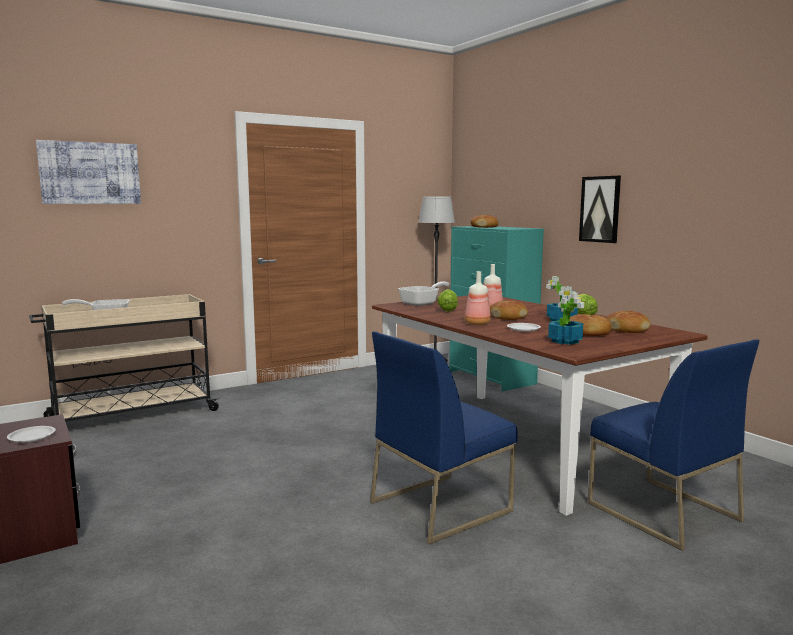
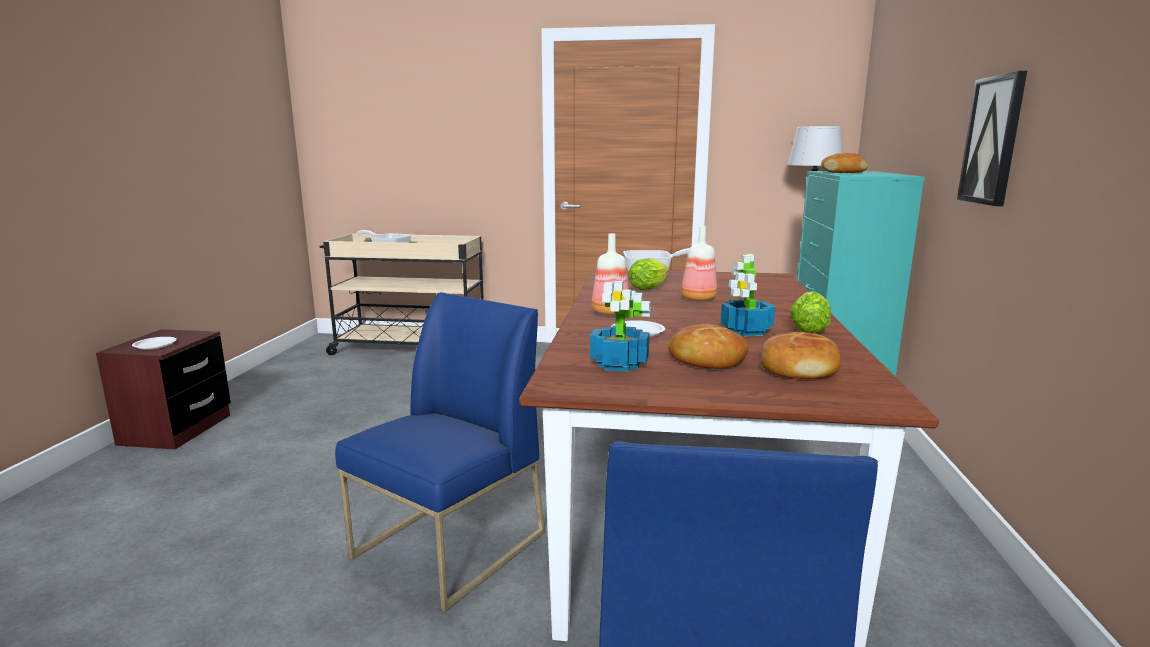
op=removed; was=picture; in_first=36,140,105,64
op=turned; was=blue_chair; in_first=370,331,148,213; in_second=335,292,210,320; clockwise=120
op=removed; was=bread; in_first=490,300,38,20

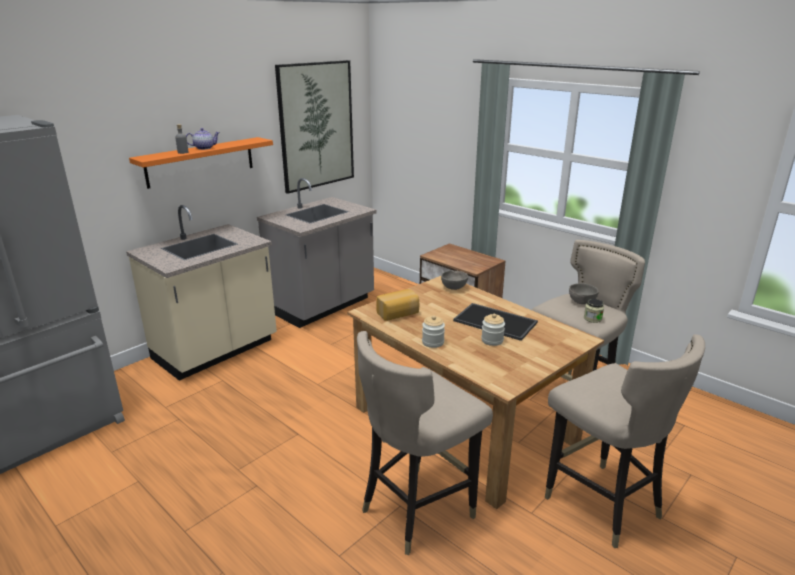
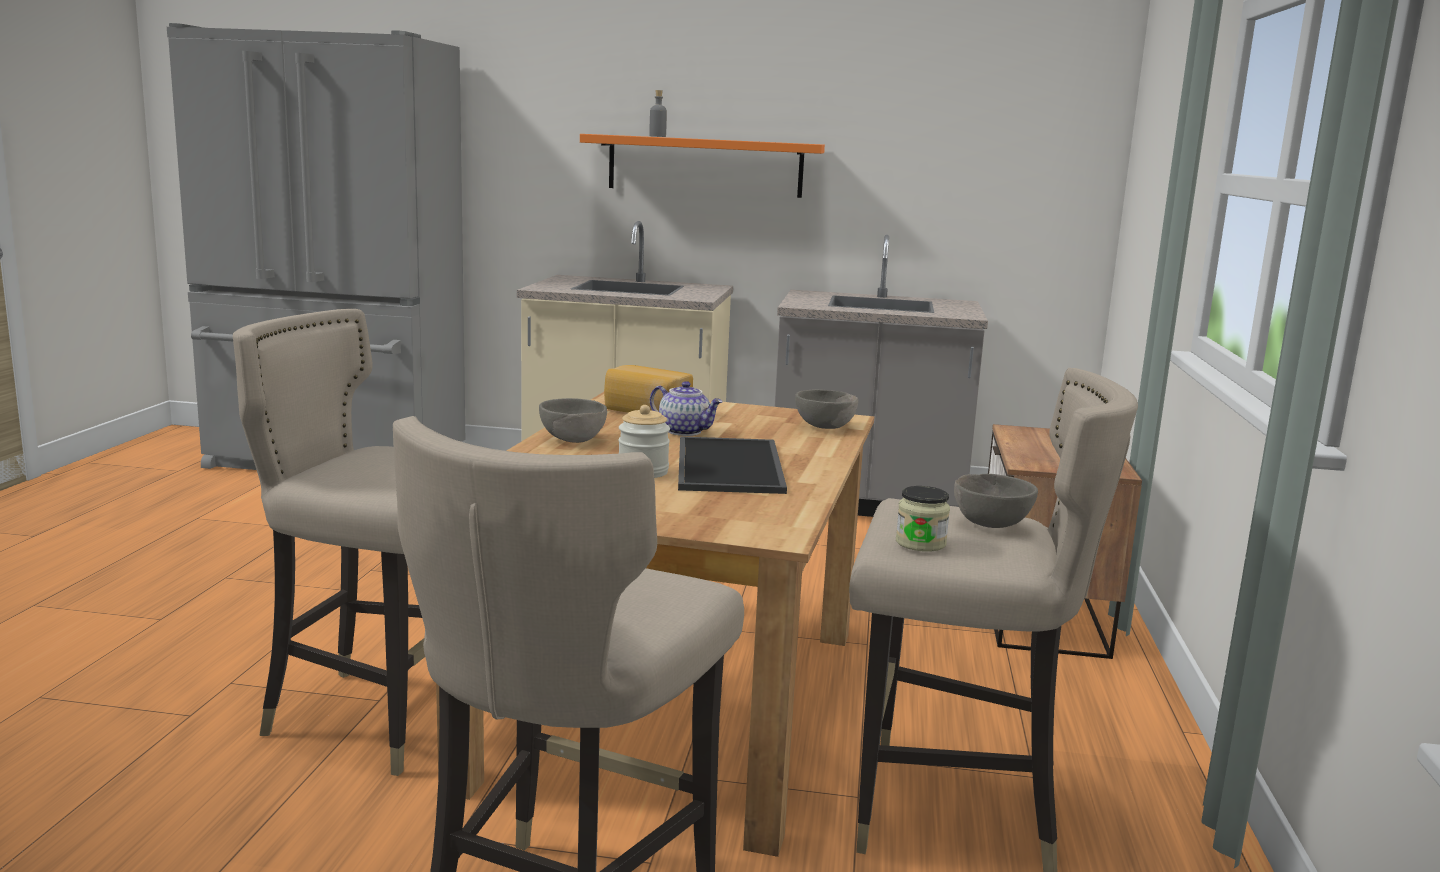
op=moved; was=teapot; in_first=186,128,34,22; in_second=650,381,73,55
op=removed; was=picture; in_first=275,60,79,134
op=replaced; was=jar; now=grey_bowl; in_first=422,315,23,33; in_second=539,398,68,45

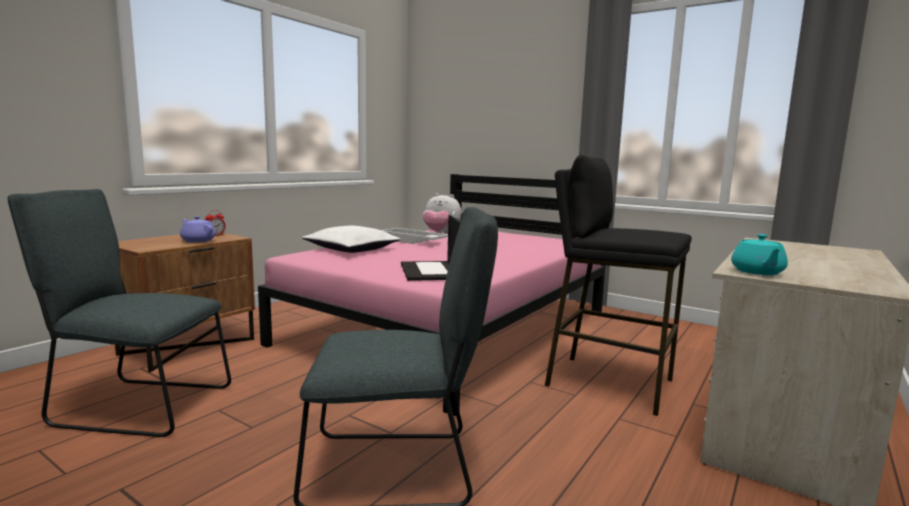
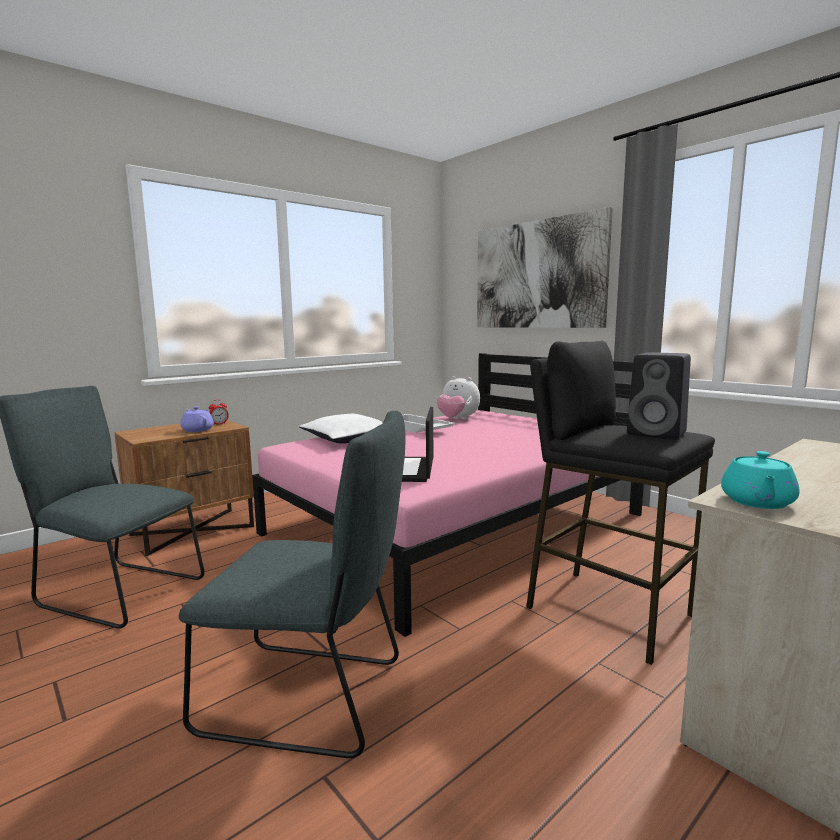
op=added; now=picture; in_second=477,207,136,121
op=added; now=black_speaker; in_second=627,352,64,88

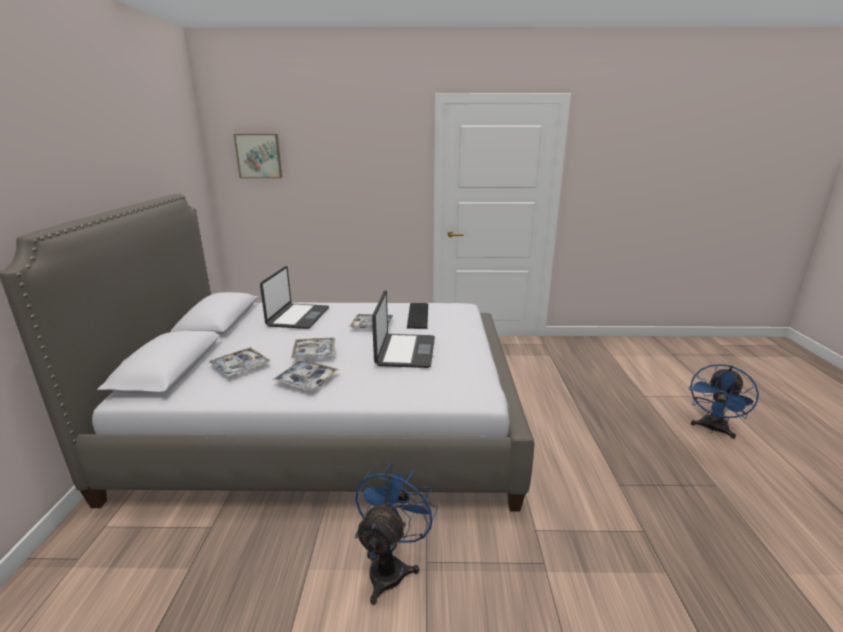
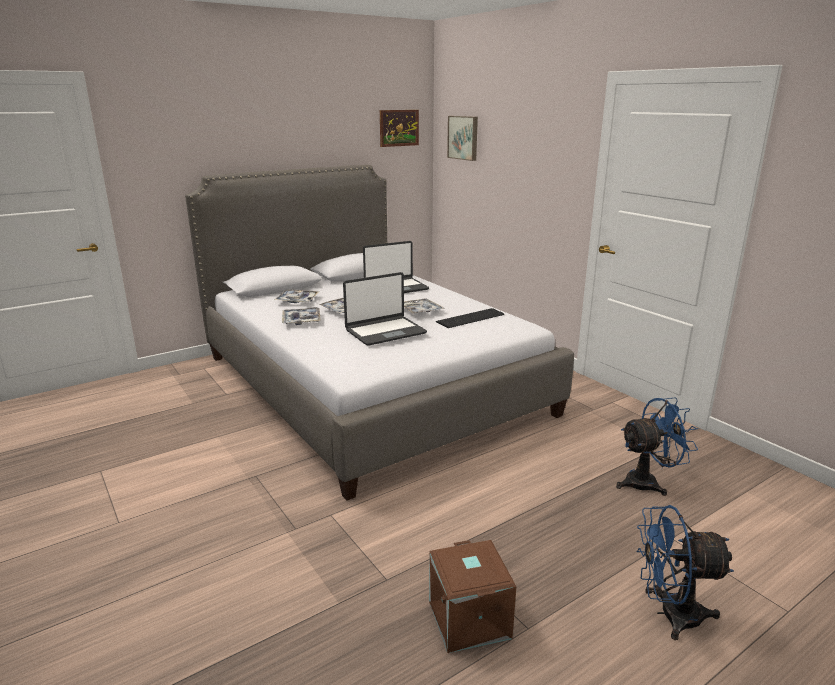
op=moved; was=blue_fan; in_first=355,463,82,142; in_second=616,397,82,99
op=added; now=picture; in_second=380,110,39,37
op=added; now=brown_storage_box; in_second=429,540,87,113

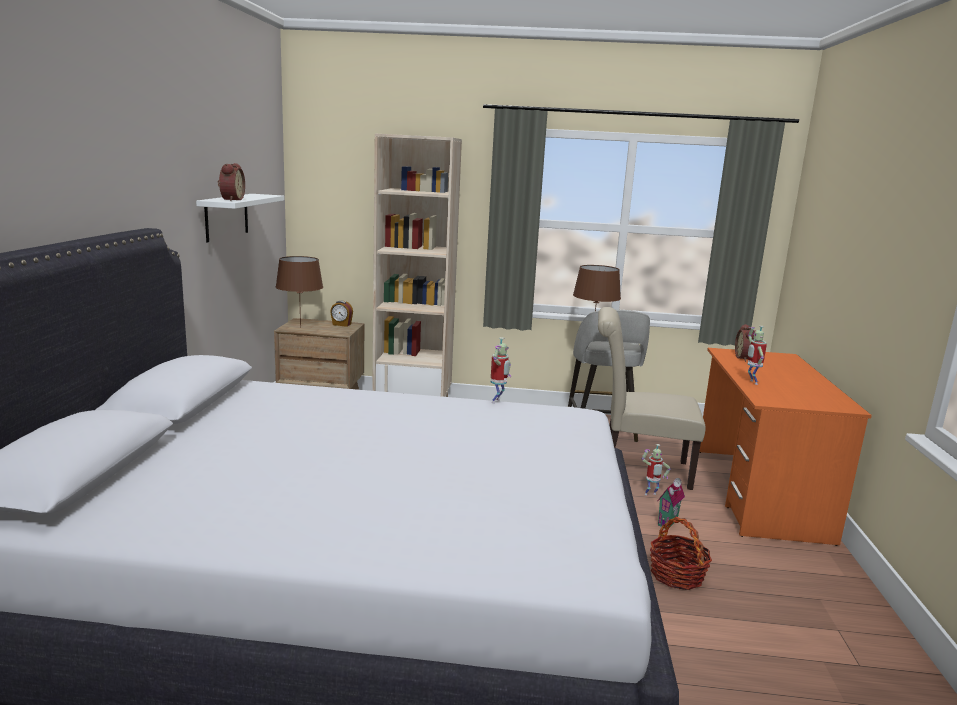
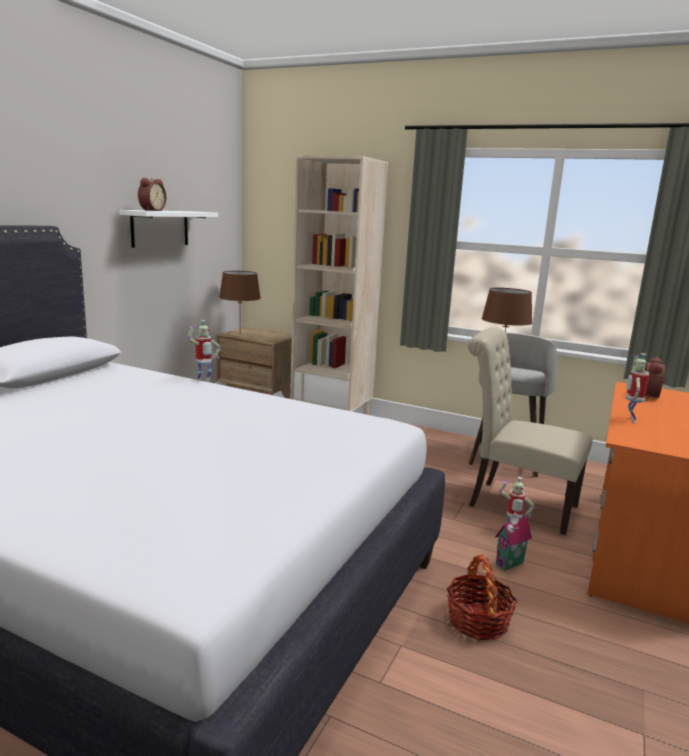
op=removed; was=alarm_clock; in_first=330,301,23,26
op=moved; was=toy_robot; in_first=490,337,21,67; in_second=187,320,34,61

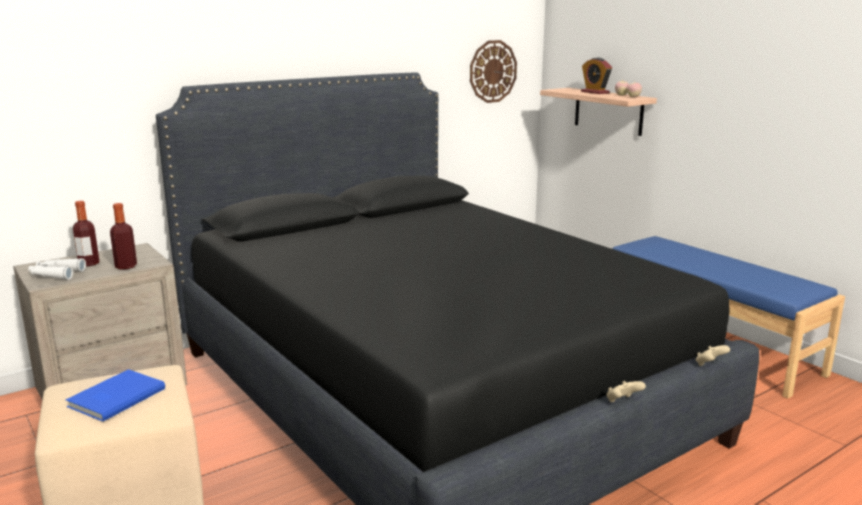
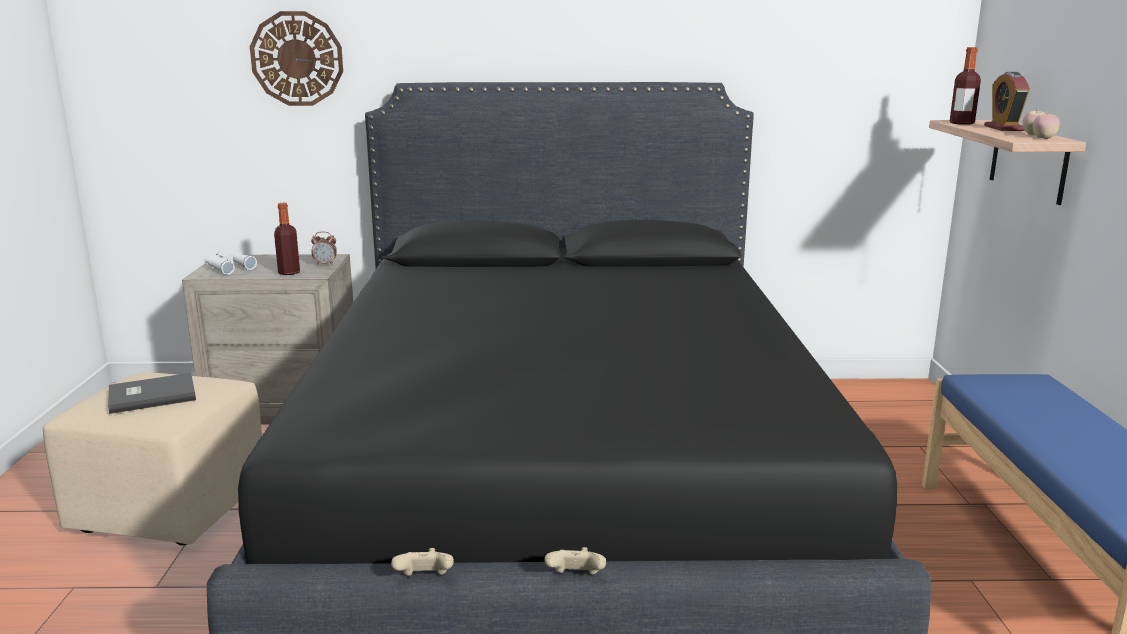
op=recoloured; was=blue_book; now=grey_book; in_first=66,369,99,52; in_second=108,373,88,41
op=moved; was=bottle; in_first=73,201,27,66; in_second=950,47,31,78
op=moved; was=wall_clock; in_first=470,40,47,63; in_second=250,11,93,95
op=moved; was=beige_game_controller; in_first=696,345,34,21; in_second=391,548,63,28
op=added; now=alarm_clock; in_second=311,232,26,34

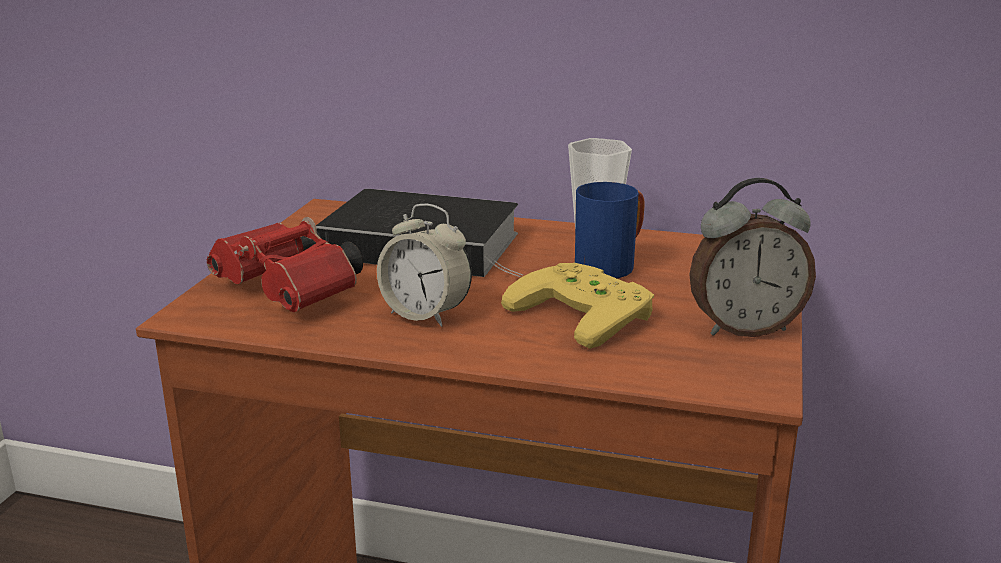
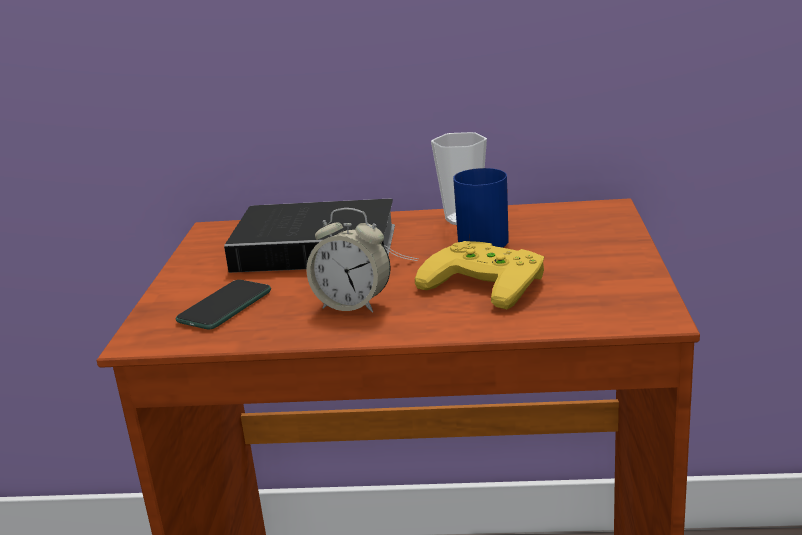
op=replaced; was=red_binoculars; now=phone; in_first=207,217,156,95; in_second=176,280,95,49
op=removed; was=alarm_clock; in_first=689,178,127,159

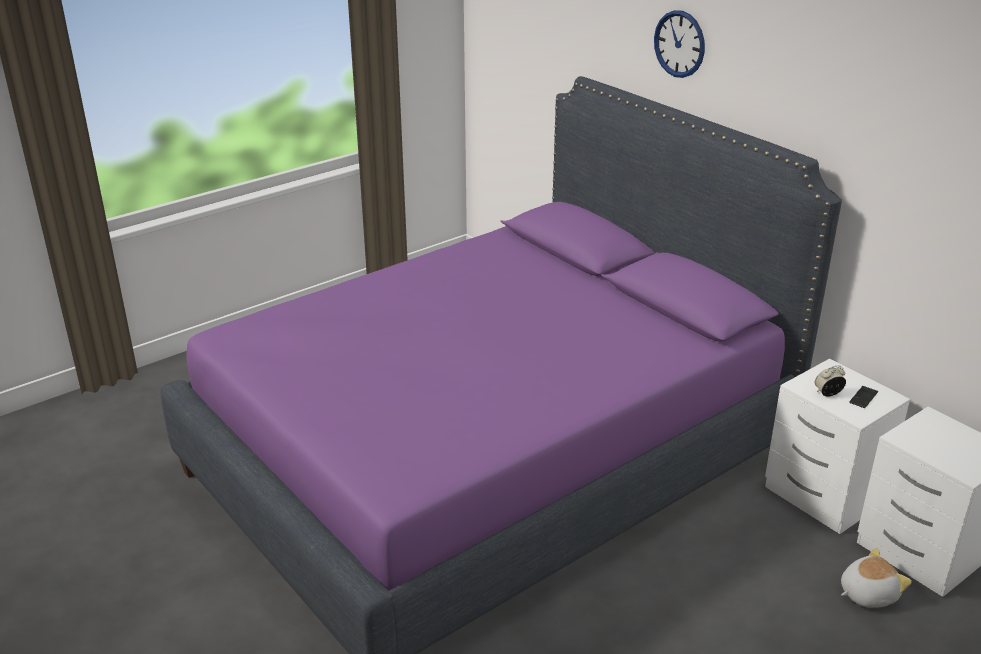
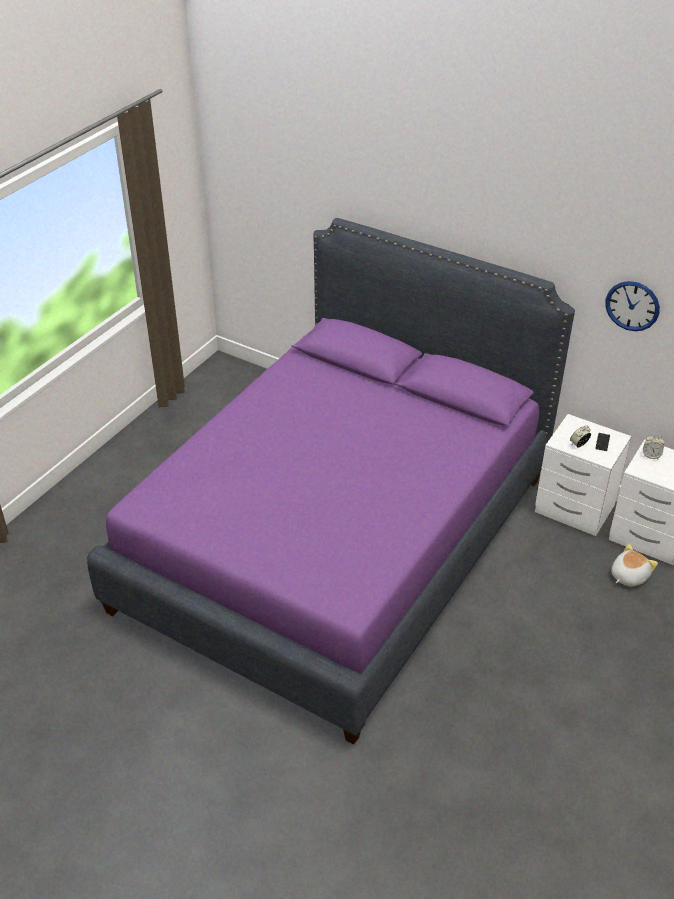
op=moved; was=wall_clock; in_first=654,10,51,68; in_second=605,281,55,50
op=added; now=alarm_clock; in_second=643,434,22,25

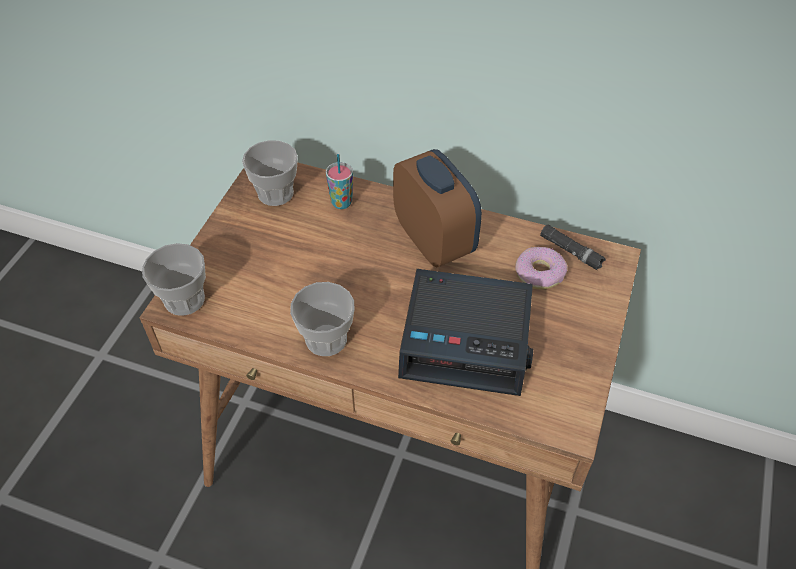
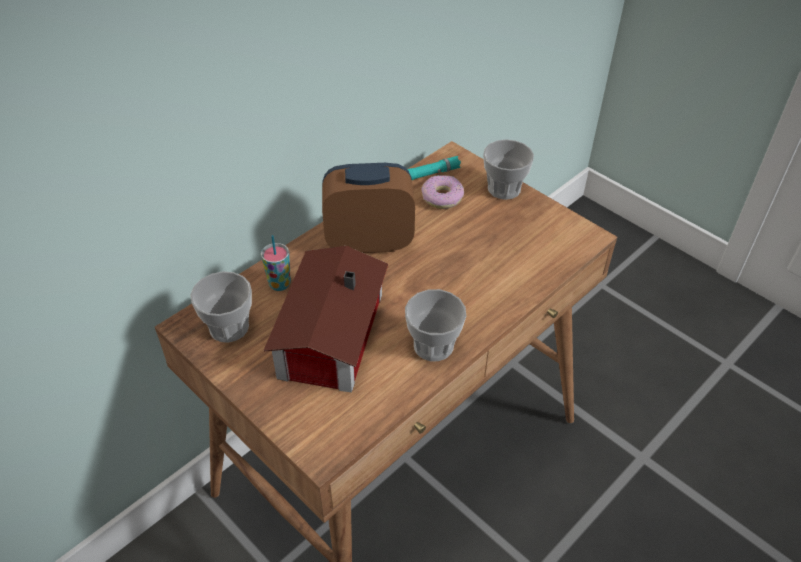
op=moved; was=cup; in_first=142,243,64,73; in_second=483,139,51,61
op=removed; was=alarm_clock; in_first=398,269,135,127
op=recoloured; was=black_flashlight; now=turquoise_flashlight; in_first=540,224,66,47; in_second=407,156,54,24
op=added; now=toy_house; in_second=263,246,125,147

